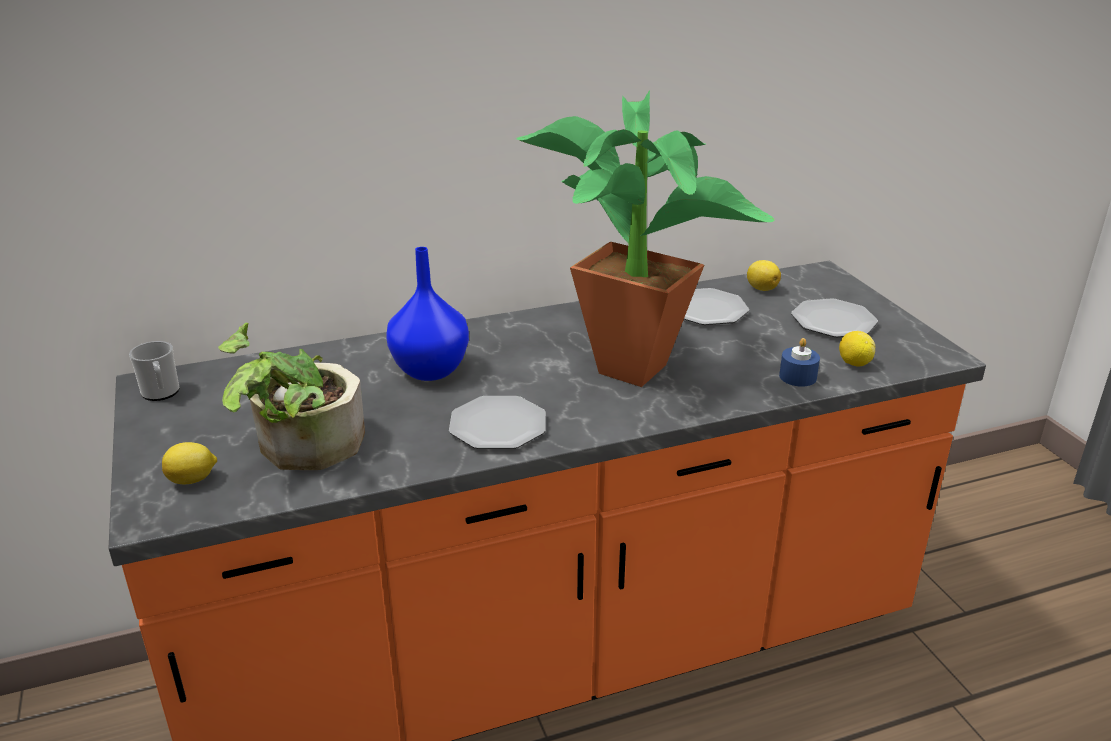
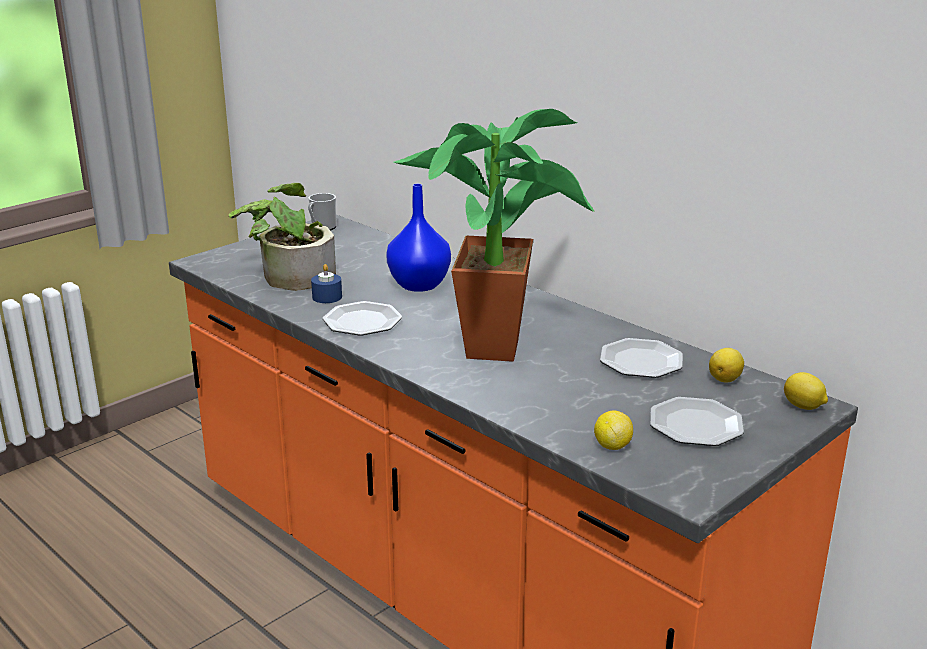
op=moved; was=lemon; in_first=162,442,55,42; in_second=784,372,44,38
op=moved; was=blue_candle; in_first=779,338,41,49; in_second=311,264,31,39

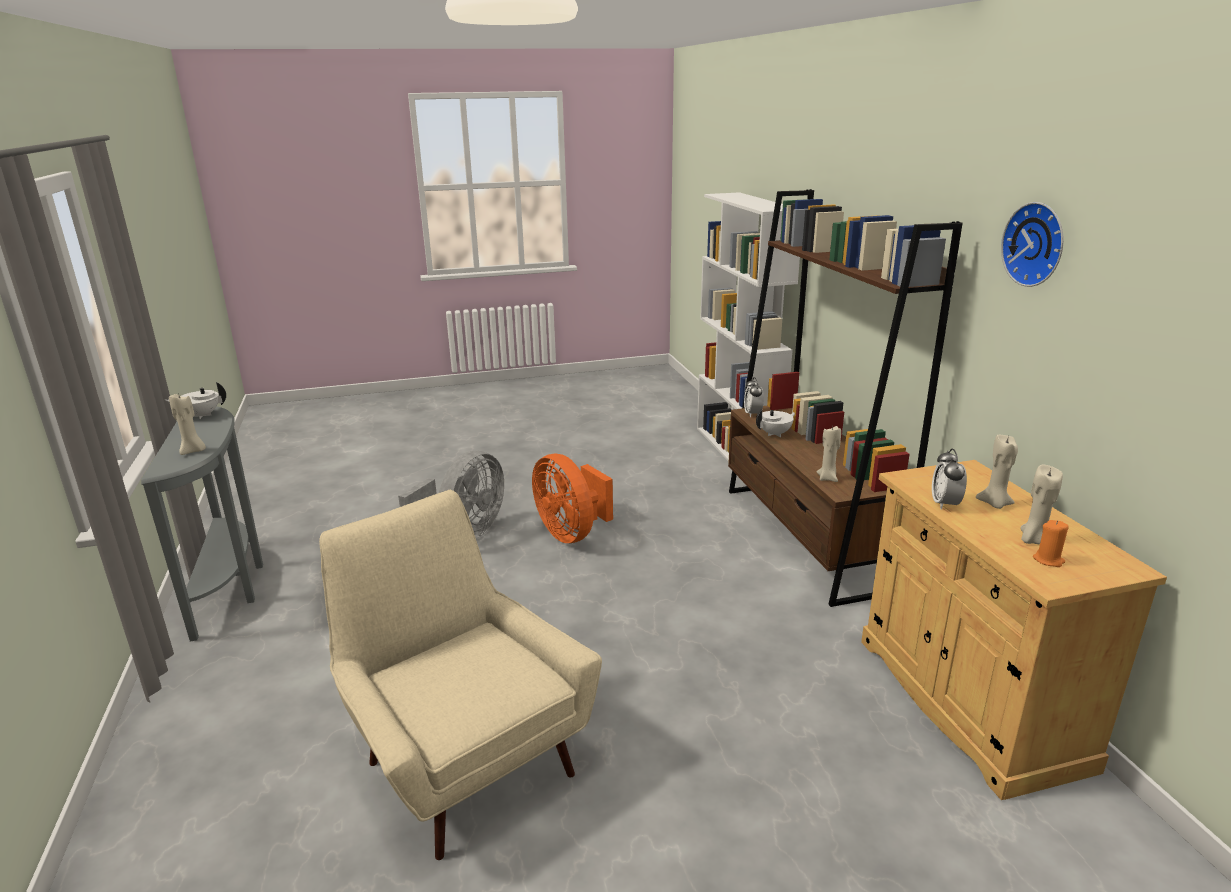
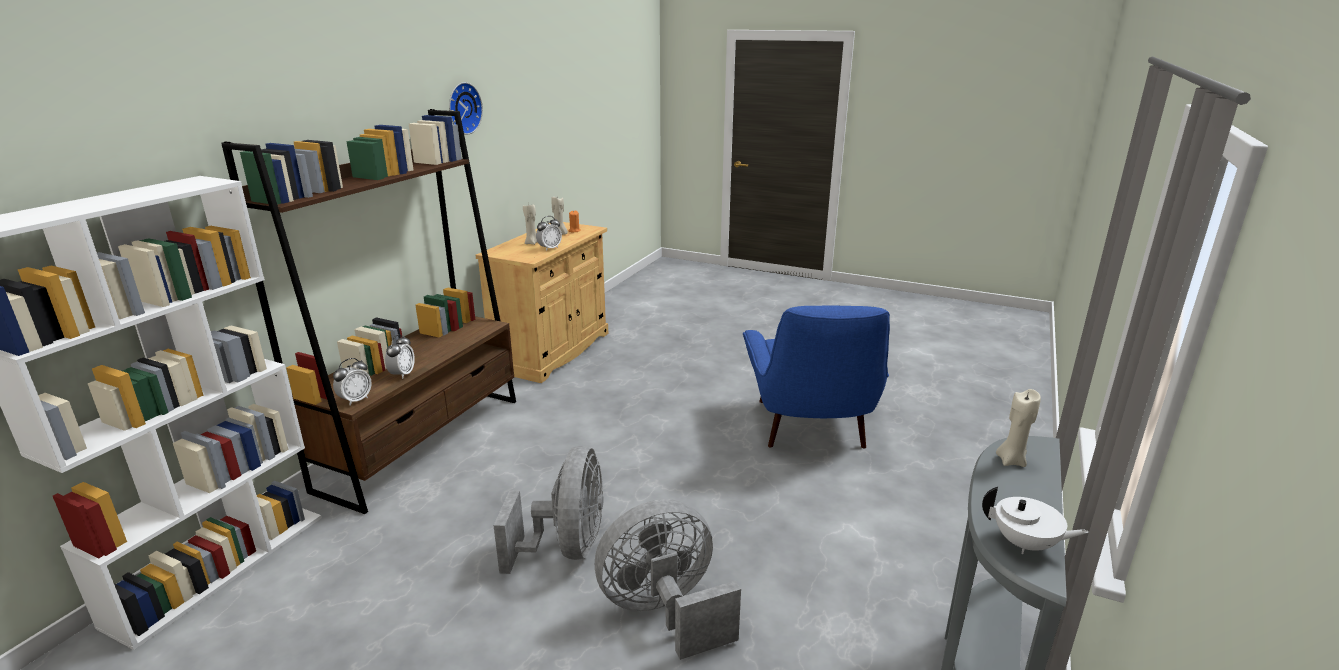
op=recoloured; was=beige_armchair; now=blue_armchair; in_first=319,490,283,370; in_second=743,306,147,142
op=recoloured; was=orange_fan; now=grey_fan; in_first=532,453,81,90; in_second=494,446,109,128
op=replaced; was=white_teapot; now=alarm_clock; in_first=756,409,39,28; in_second=385,334,30,45
op=removed; was=beige_candle; in_first=817,426,24,56

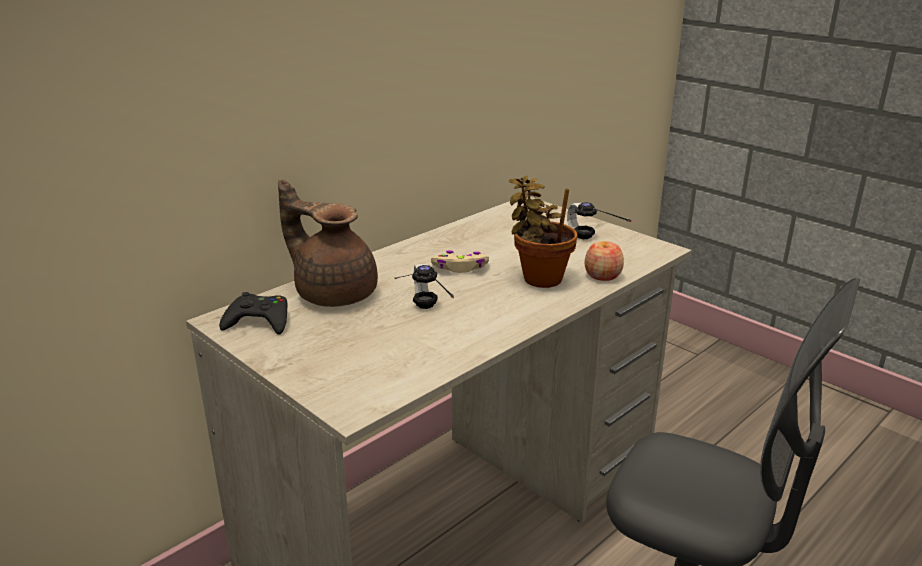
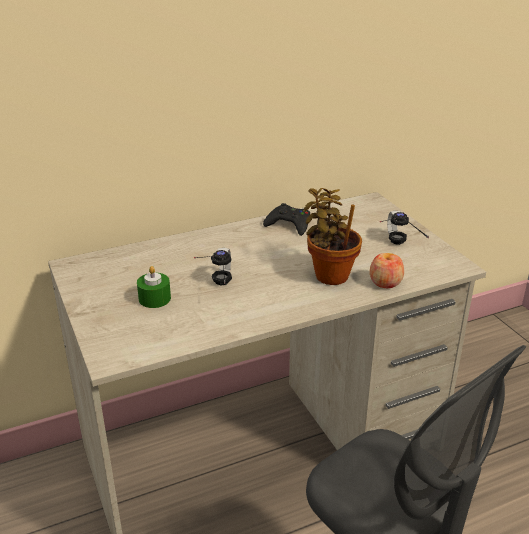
op=moved; was=black_game_controller; in_first=219,292,69,43; in_second=263,203,47,33
op=removed; was=brown_teapot; in_first=278,179,100,128
op=removed; was=beige_game_controller; in_first=431,251,58,22
op=added; now=green_candle; in_second=137,266,34,42

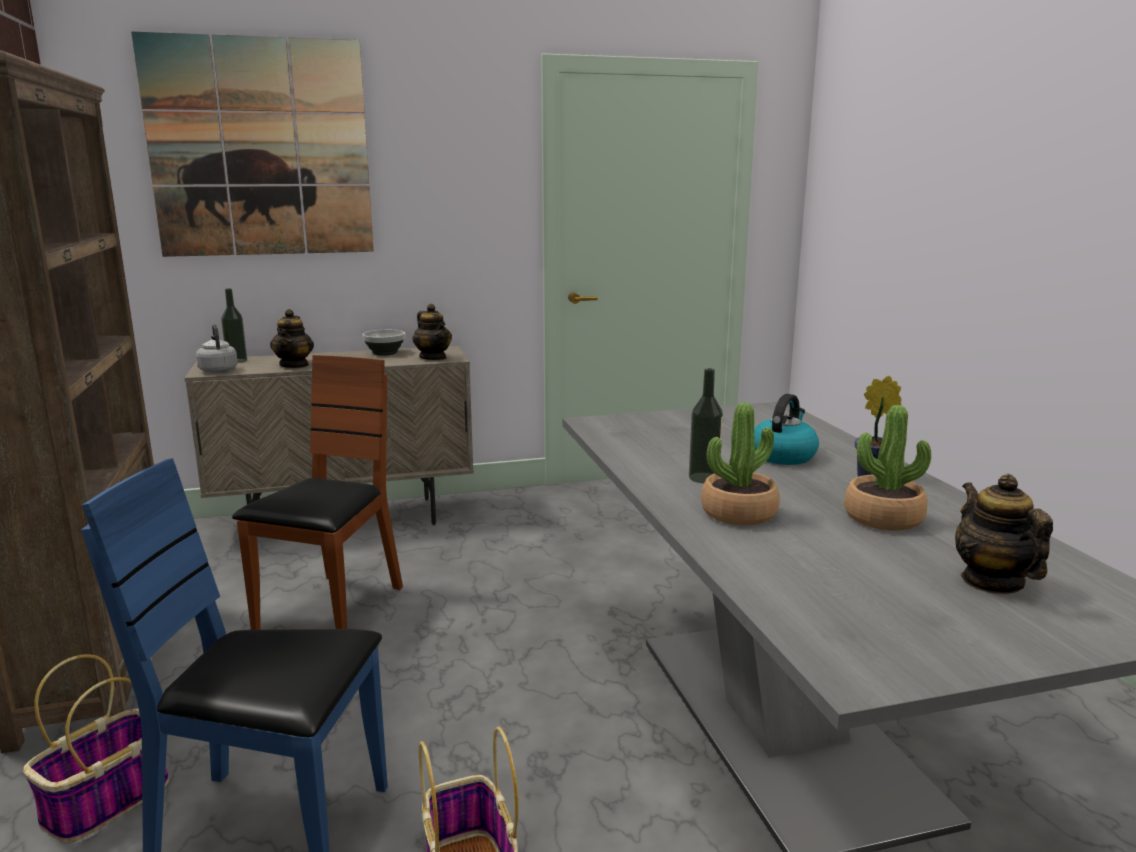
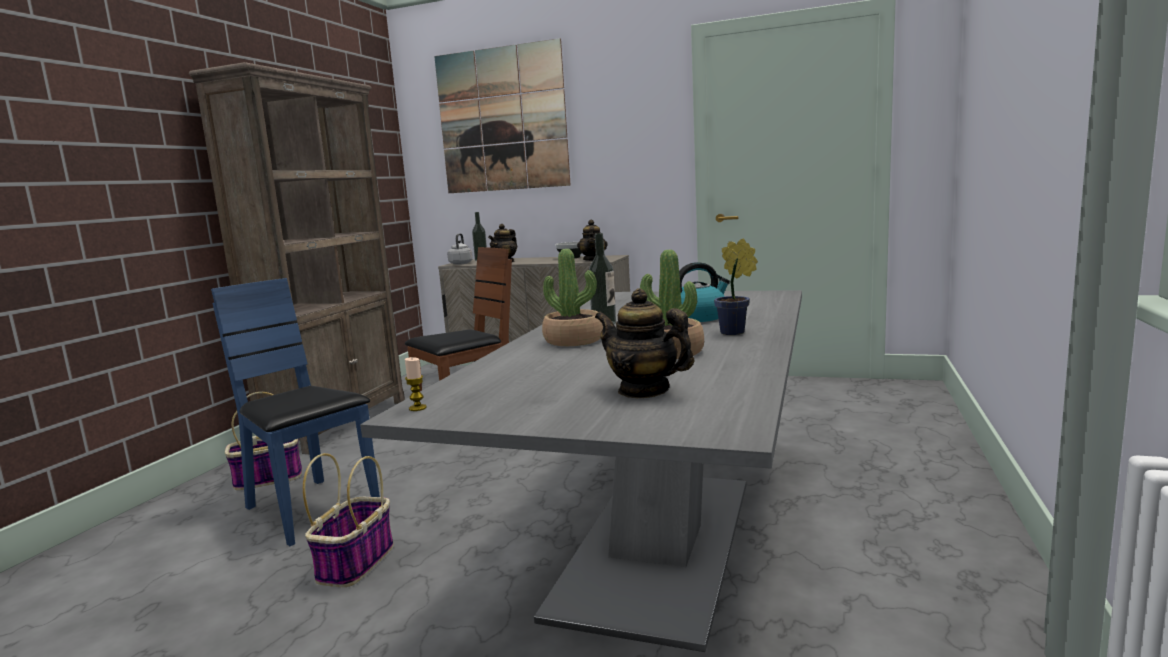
op=turned; was=teapot; in_first=955,474,98,120; in_second=595,289,100,109; clockwise=-75
op=added; now=candle; in_second=405,357,22,54

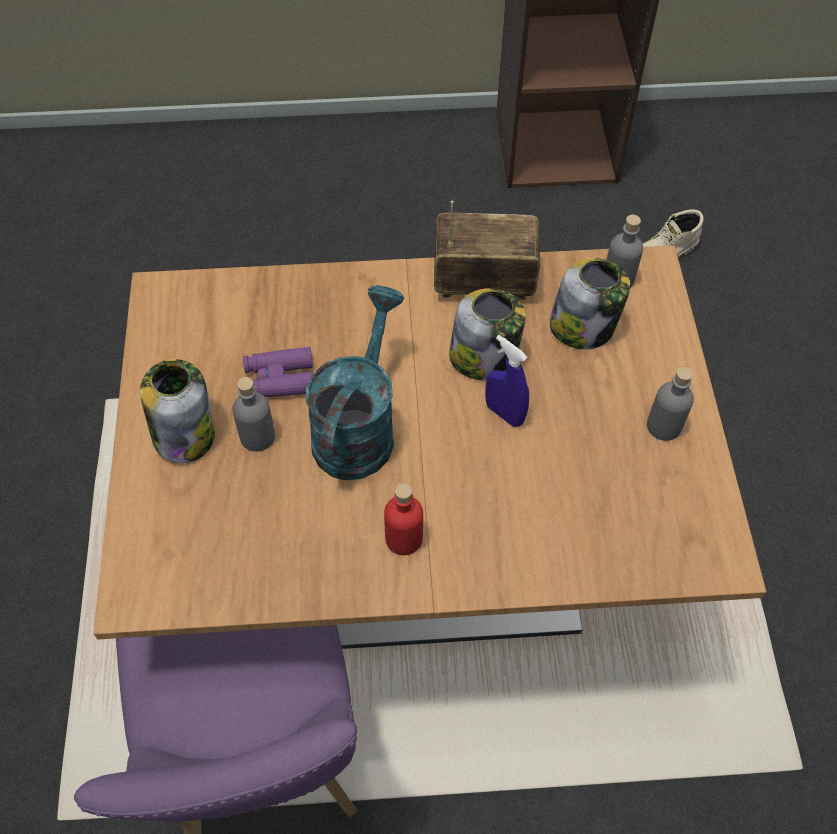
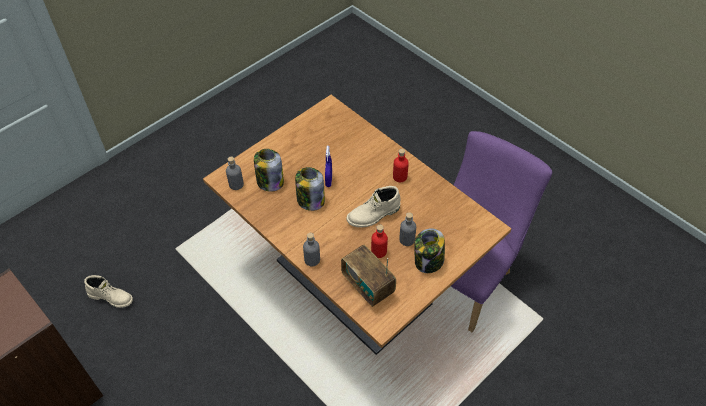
op=replaced; was=purple_binoculars; now=red_bottle; in_first=243,347,70,50; in_second=371,225,17,33
op=replaced; was=turquoise_watering_can; now=beige_boot; in_first=306,285,98,195; in_second=346,186,54,42
op=moved; was=radio; in_first=434,200,106,100; in_second=341,245,55,62
op=moved; was=grey_bottle; in_first=647,367,47,74; in_second=303,233,17,33

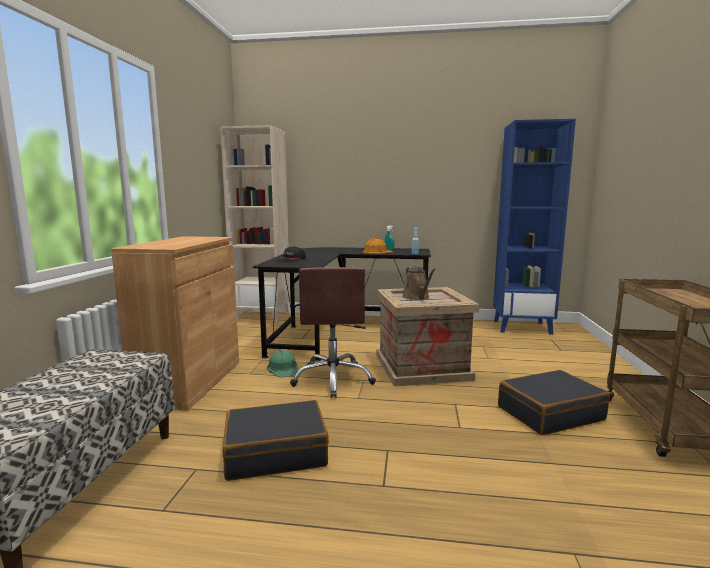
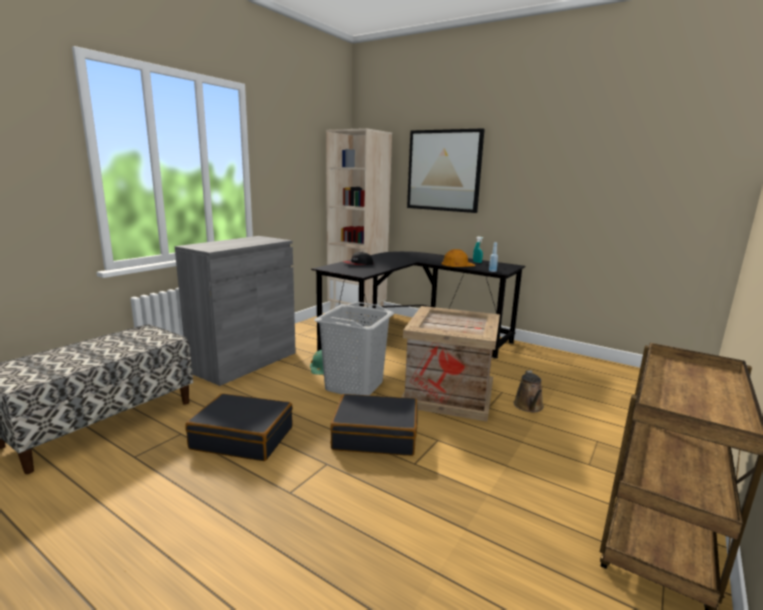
op=recoloured; was=brown_cabinet; now=grey_cabinet; in_first=111,236,128,175; in_second=175,236,121,150
op=replaced; was=brown_office_chair; now=grey_laundry_basket; in_first=290,267,86,131; in_second=314,302,80,94
op=moved; was=brown_watering_can; in_first=402,266,34,34; in_second=514,370,30,42
op=removed; was=blue_bookcase; in_first=493,119,83,216
op=moved; was=black_suitcase; in_first=498,370,112,65; in_second=330,394,87,62
op=added; now=picture; in_second=407,128,78,85

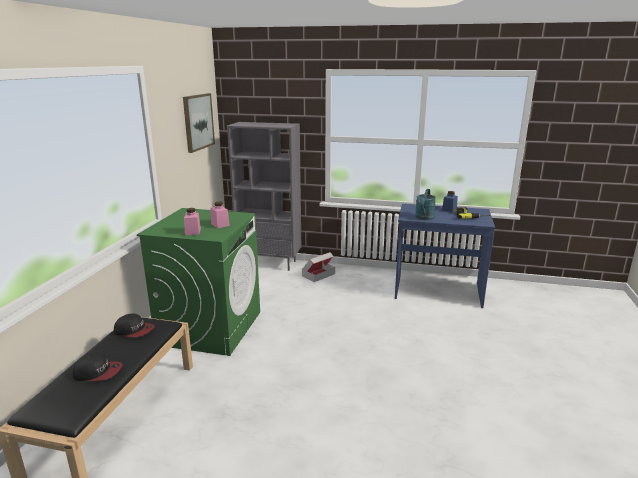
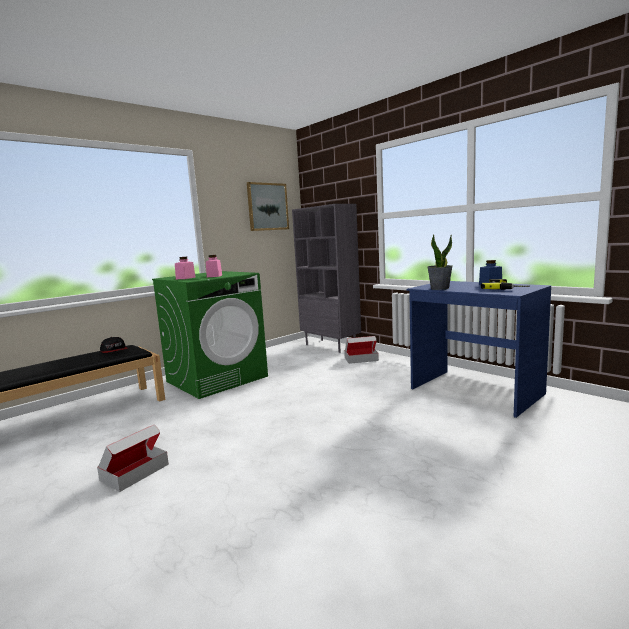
op=removed; was=cap; in_first=73,353,50,28
op=replaced; was=turquoise_watering_can; now=potted_plant; in_first=415,189,21,31; in_second=427,234,26,56
op=added; now=cardboard_box; in_second=97,424,72,68

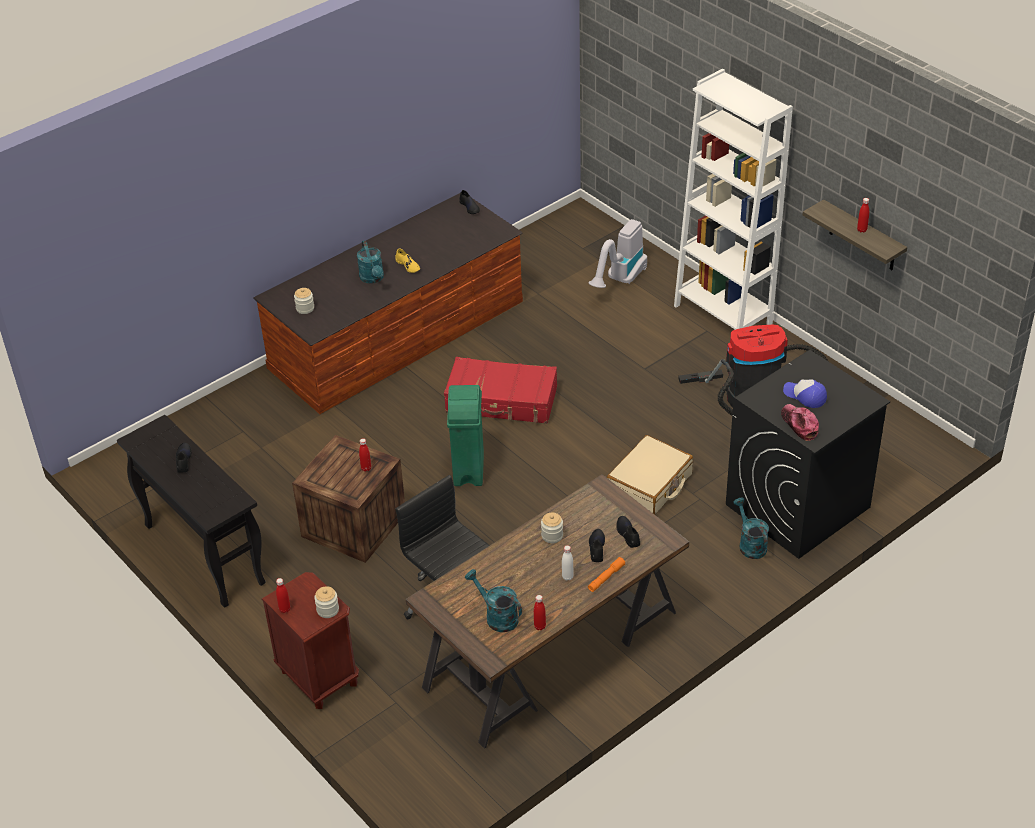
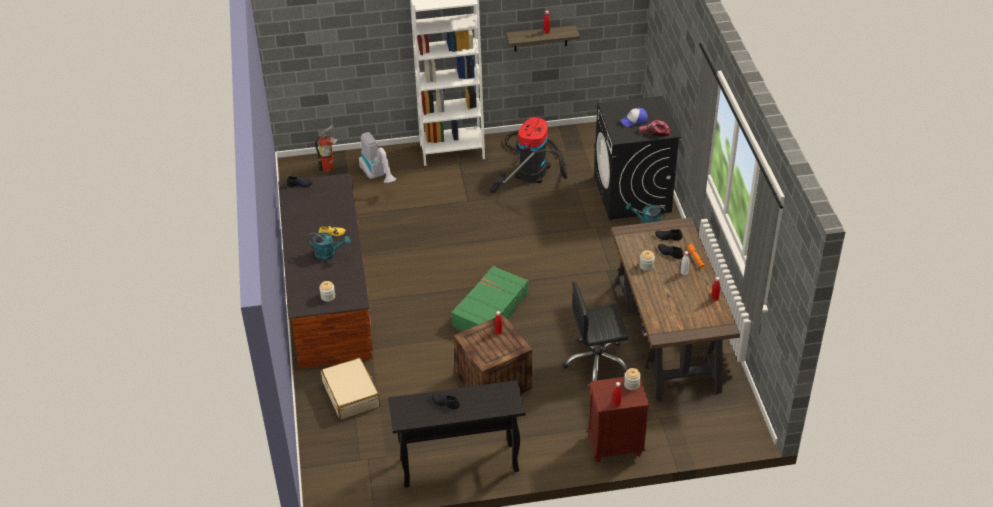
op=removed; was=red_suitcase; in_first=444,357,113,67
op=replaced; was=green_trash_can; now=green_suitcase; in_first=447,385,37,101; in_second=451,266,78,65
op=removed; was=turquoise_watering_can; in_first=465,569,57,63
op=moved; was=beige_suitcase; in_first=607,435,86,80; in_second=321,357,59,62
op=added; now=fire_extinguisher; in_second=315,125,23,46

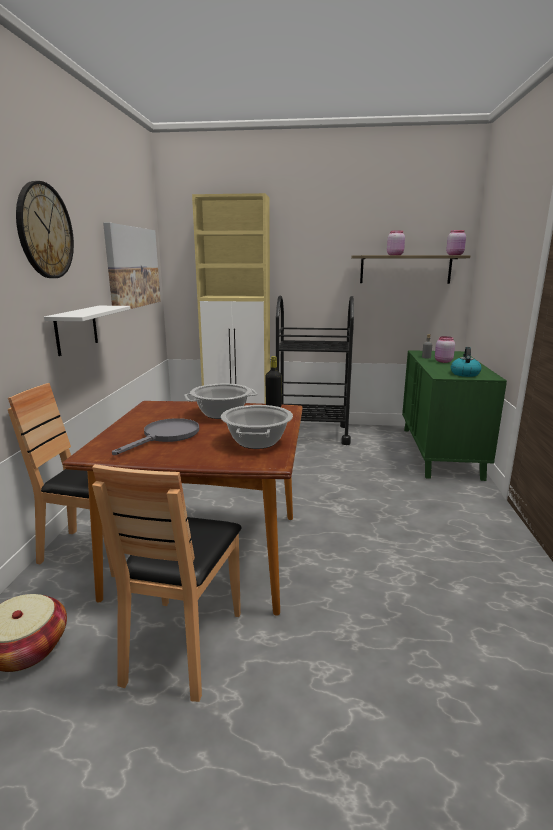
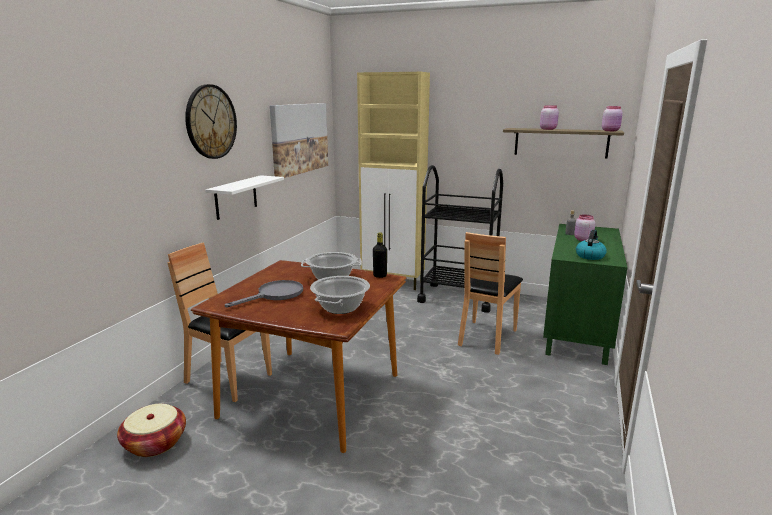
op=moved; was=brown_chair; in_first=92,464,150,238; in_second=458,232,65,123

